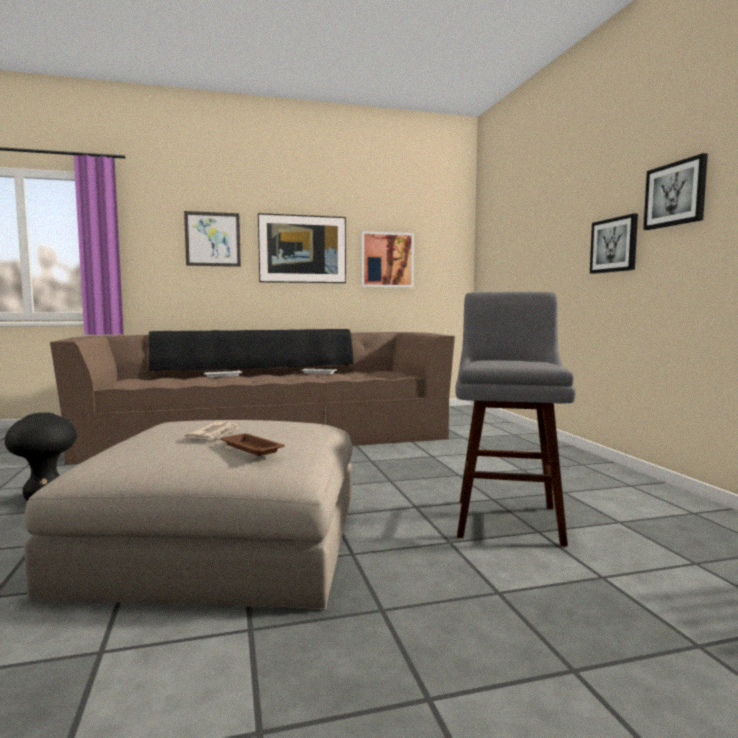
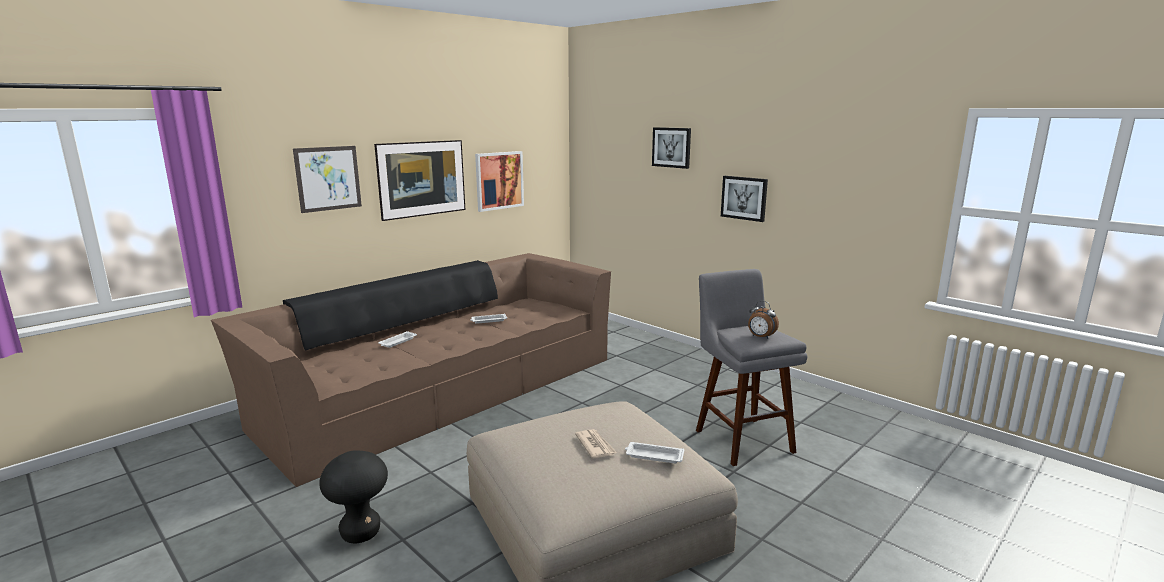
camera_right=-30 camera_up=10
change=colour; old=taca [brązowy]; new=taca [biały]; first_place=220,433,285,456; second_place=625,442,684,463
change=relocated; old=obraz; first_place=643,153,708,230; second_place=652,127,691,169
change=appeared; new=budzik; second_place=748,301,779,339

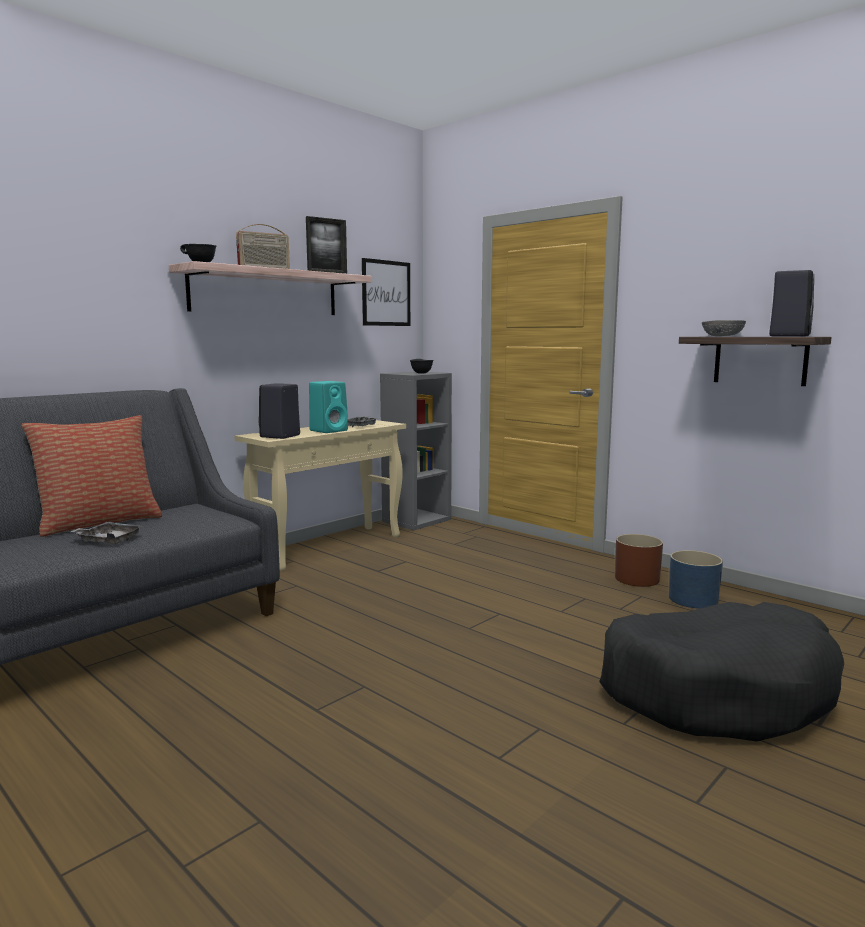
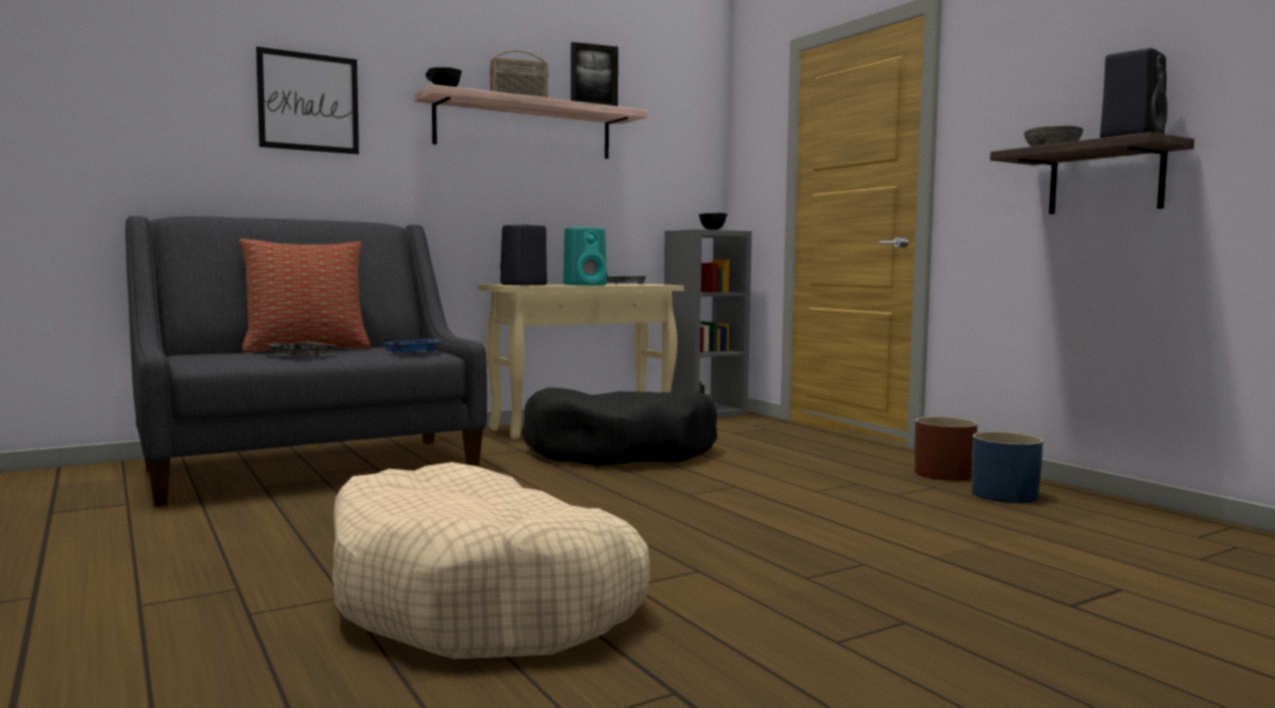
camera_right=15 camera_up=-5
change=relocated; old=obraz; first_place=362,258,410,326; second_place=256,47,359,154
change=appeared; new=legowisko [beżowy]; second_place=332,462,650,659
change=appeared; new=taca [niebieski]; second_place=382,337,440,353
change=relocated; old=legowisko [czarny]; first_place=599,602,844,742; second_place=522,387,717,466

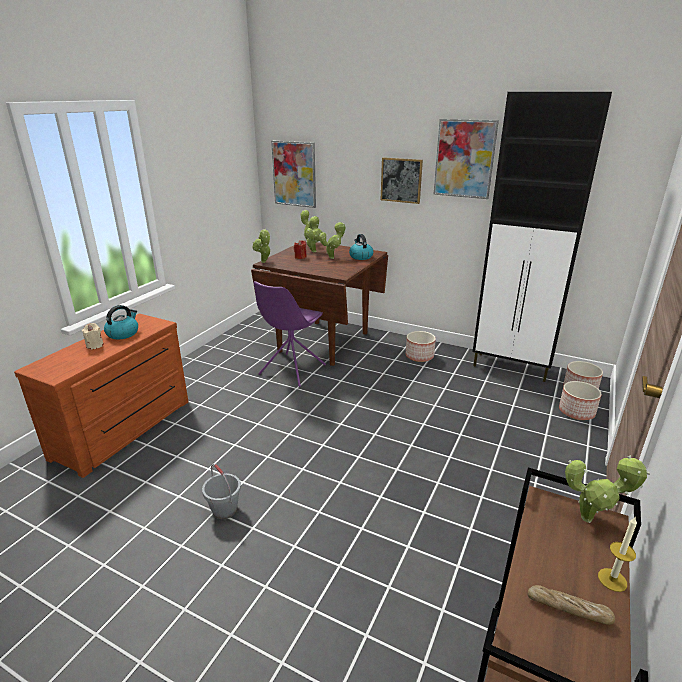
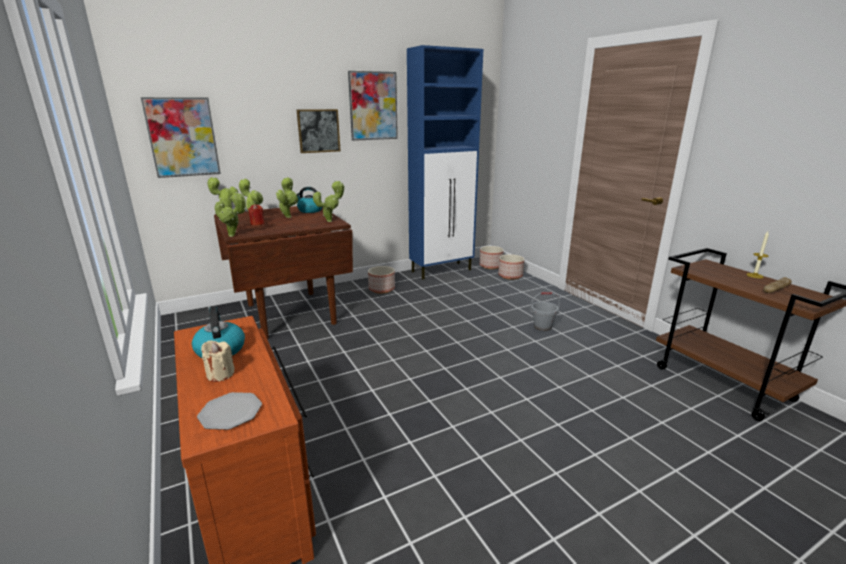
camera_right=-55 camera_up=-5
change=appeared; new=talerz; second_place=197,392,262,430
change=relocated; old=roślina doniczkowa; first_place=565,455,650,523; second_place=313,181,344,222
change=colour; old=szafka [czarny]; new=szafka [niebieski]; first_place=473,92,612,382; second_place=407,45,483,279
change=relocated; old=wiadro [szary]; first_place=202,464,241,519; second_place=531,292,560,331
change=missing; old=krzesło [fioletowy]; first_place=254,281,326,387

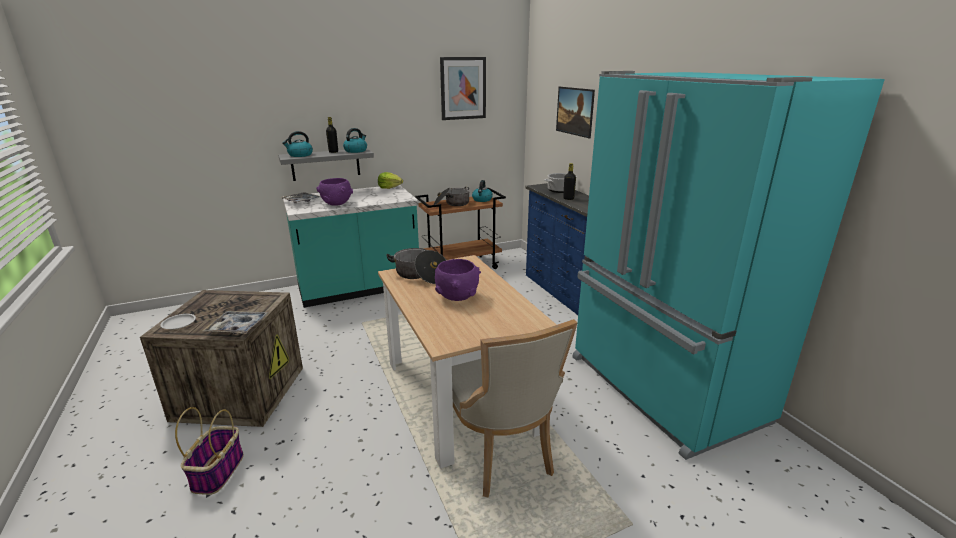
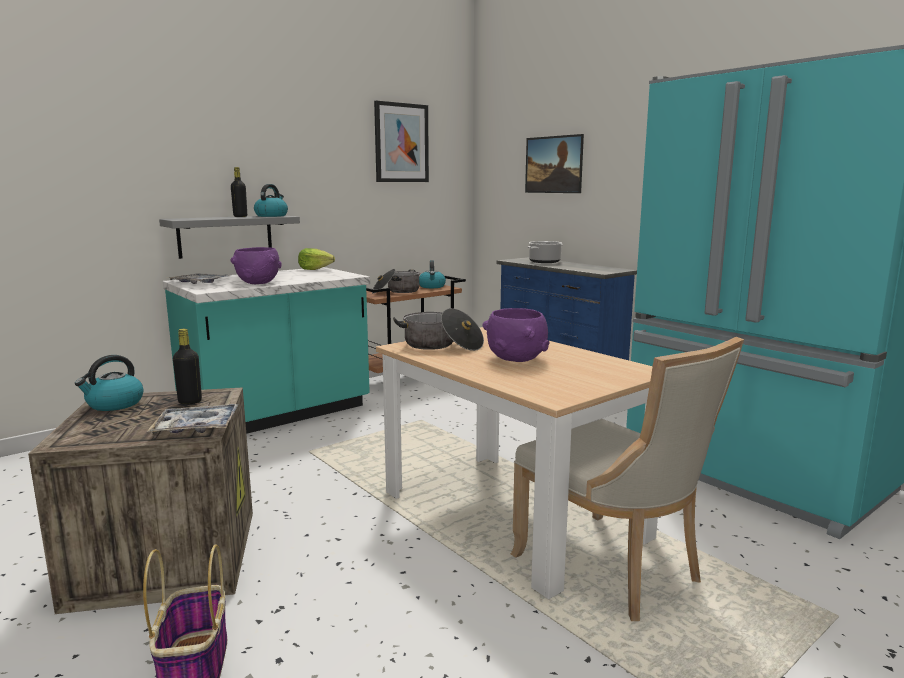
camera_right=-15 camera_up=-10
change=relocated; old=czajnik; first_place=282,131,313,157; second_place=75,355,143,411
change=relocated; old=butelka [czarny]; first_place=563,163,576,200; second_place=173,329,202,405
change=missing; old=talerz [biały]; first_place=160,314,196,329

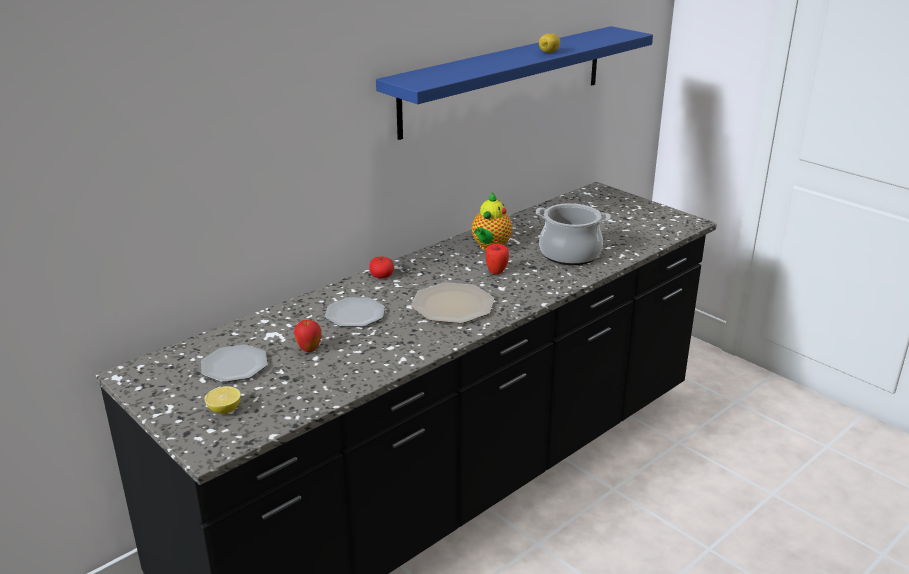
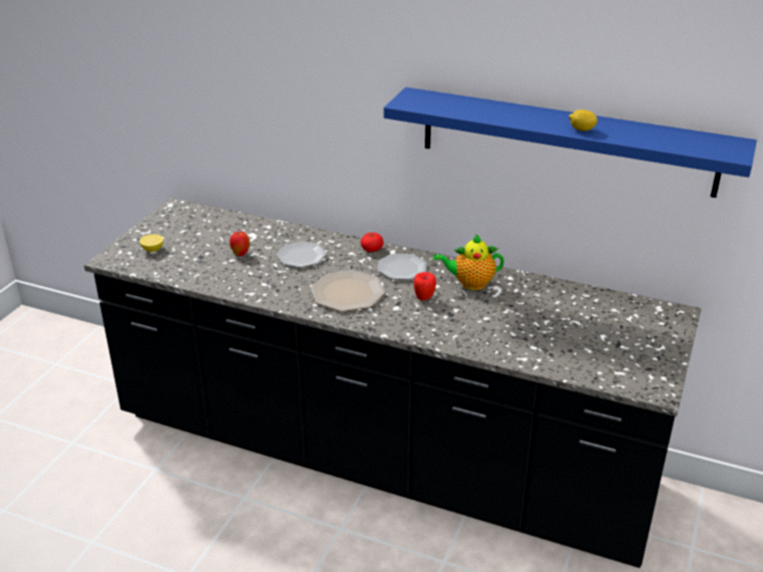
camera_right=65 camera_up=5
change=relocated; old=talerz; first_place=201,345,268,382; second_place=378,253,427,280
change=missing; old=garnek; first_place=536,203,611,265

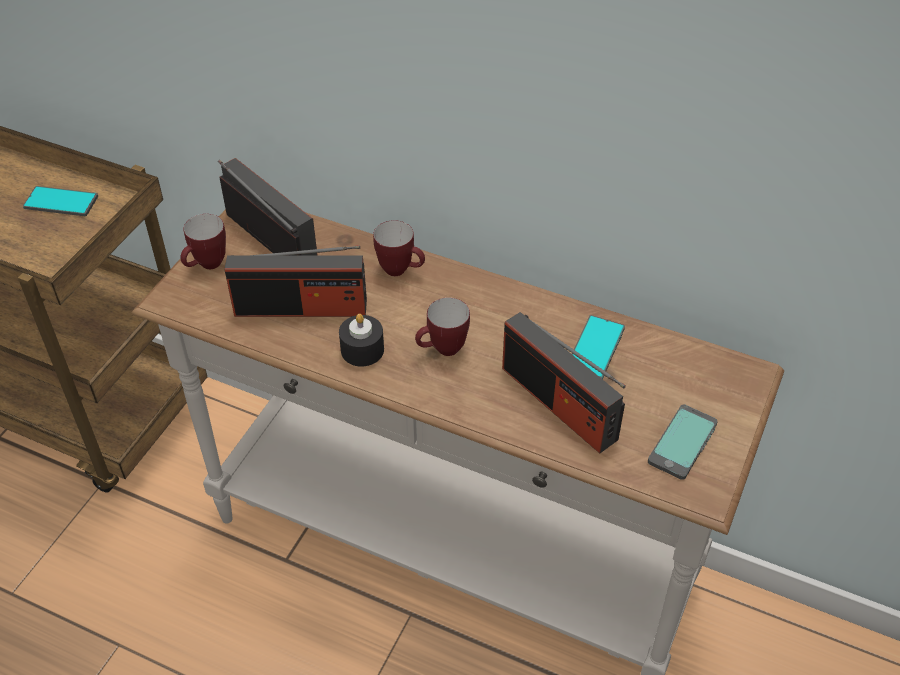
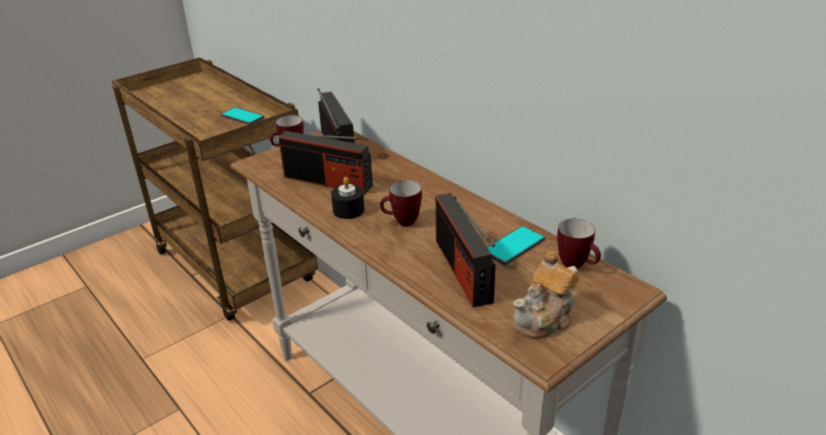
camera_right=25 camera_up=-15
change=exchanged; old=telefon; new=imbryk; first_place=648,404,718,480; second_place=513,251,580,338
change=relocated; old=kubek; first_place=373,220,425,276; second_place=557,219,601,269

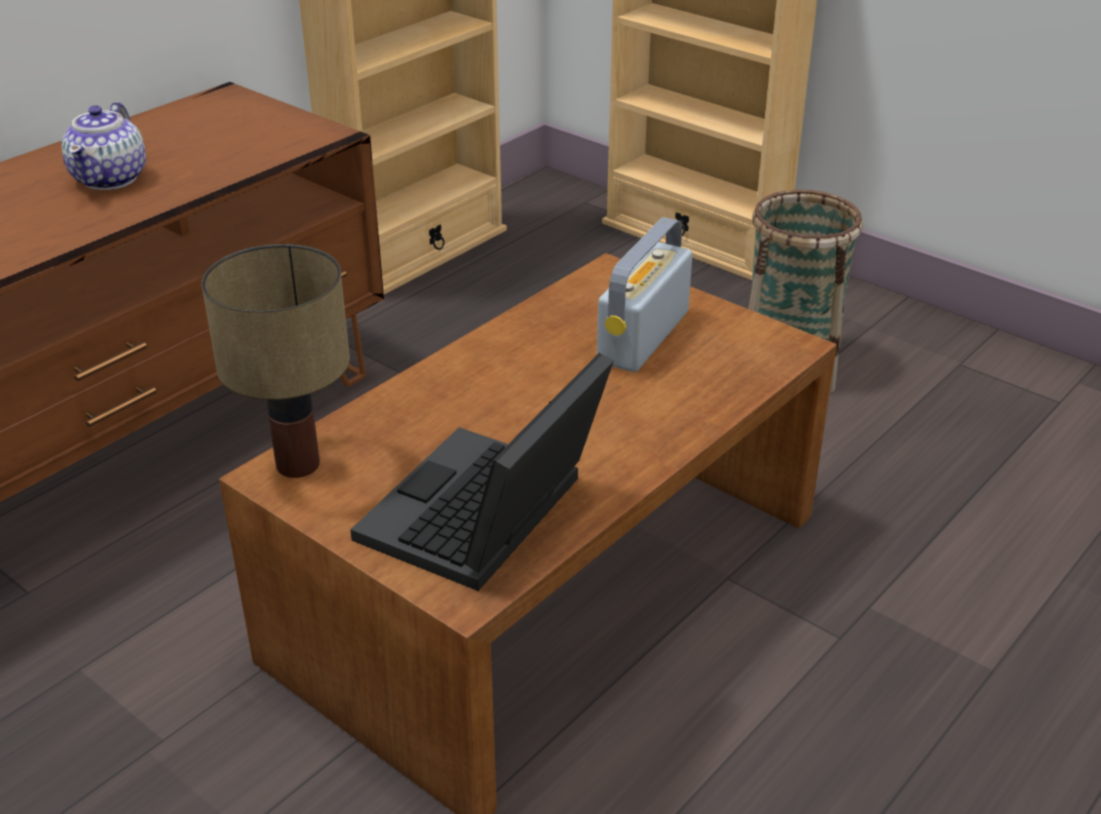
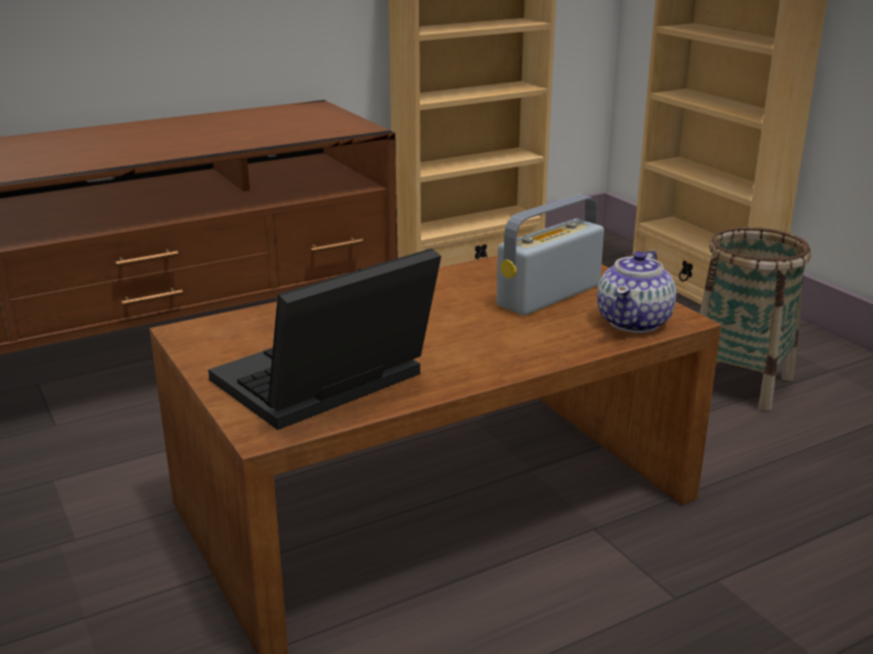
camera_right=20 camera_up=-10
change=relocated; old=imbryk; first_place=62,102,146,190; second_place=597,250,677,333
change=missing; old=lampa stołowa; first_place=201,244,350,478

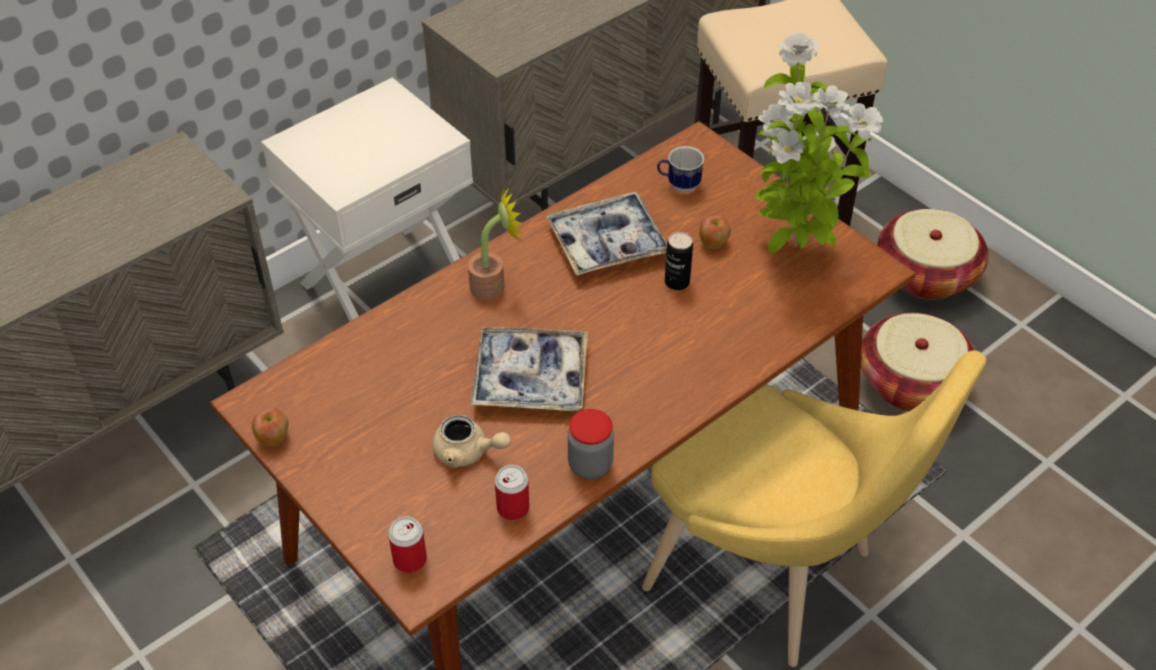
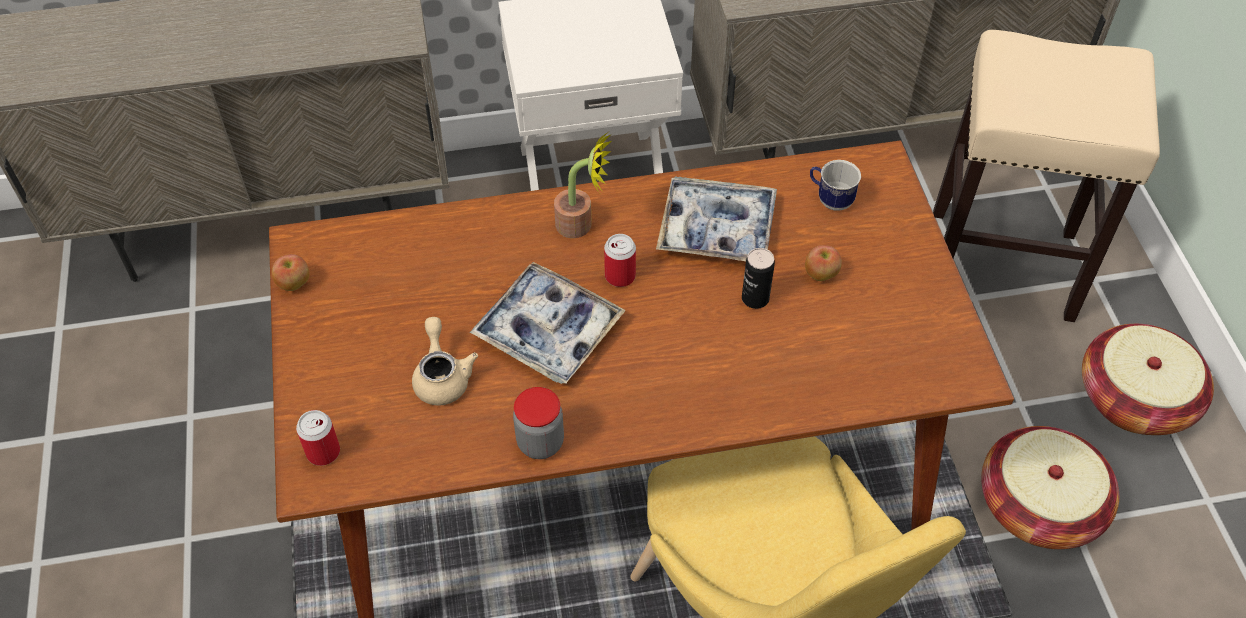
camera_right=30 camera_up=5
change=spun; old=imbryk [beżowy]; first_place=432,415,511,468; second_place=412,317,478,406; degrees=-150
change=relocated; old=puszka; first_place=495,465,530,520; second_place=604,234,636,287
change=missing; old=roślina doniczkowa; first_place=755,32,884,253

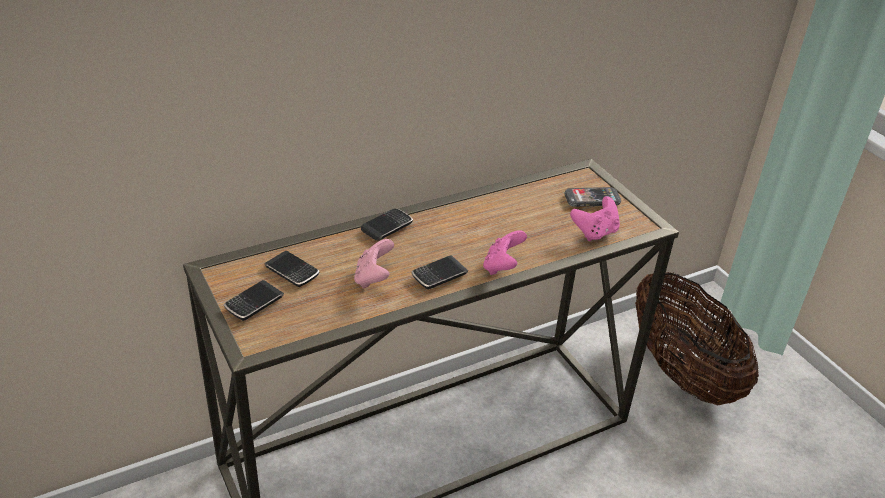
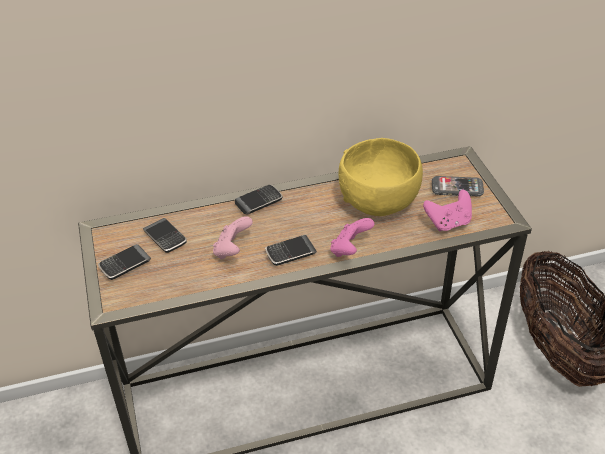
camera_right=15 camera_up=5
change=appeared; new=miska [żółty]; second_place=339,138,423,216

